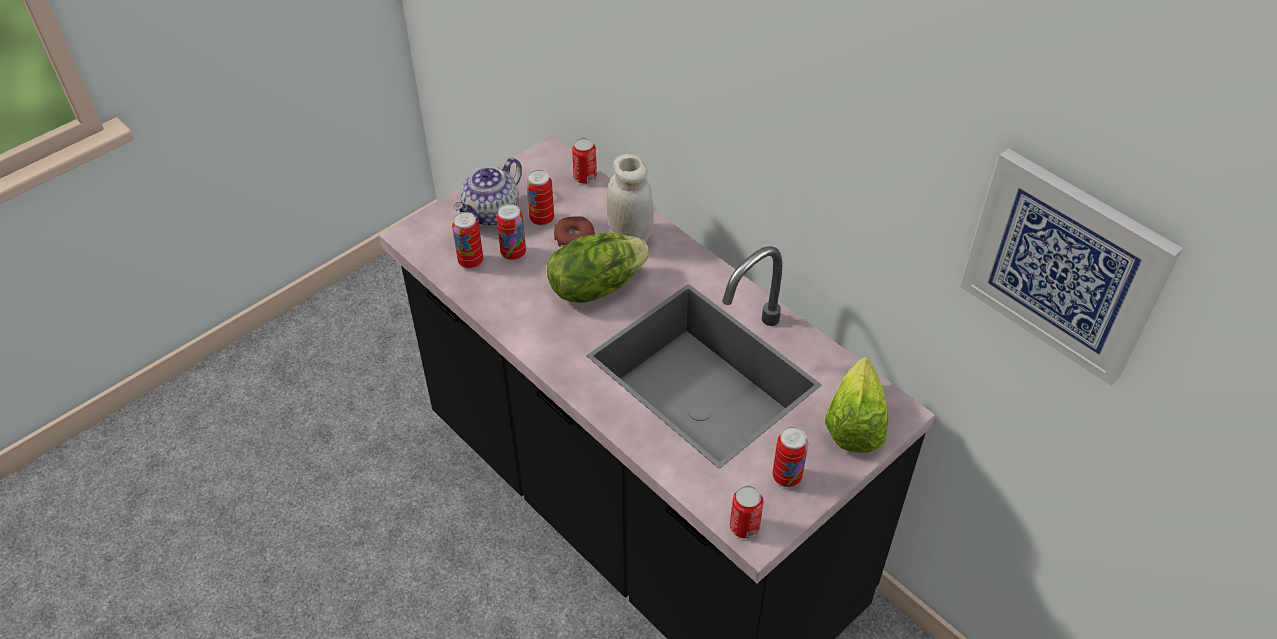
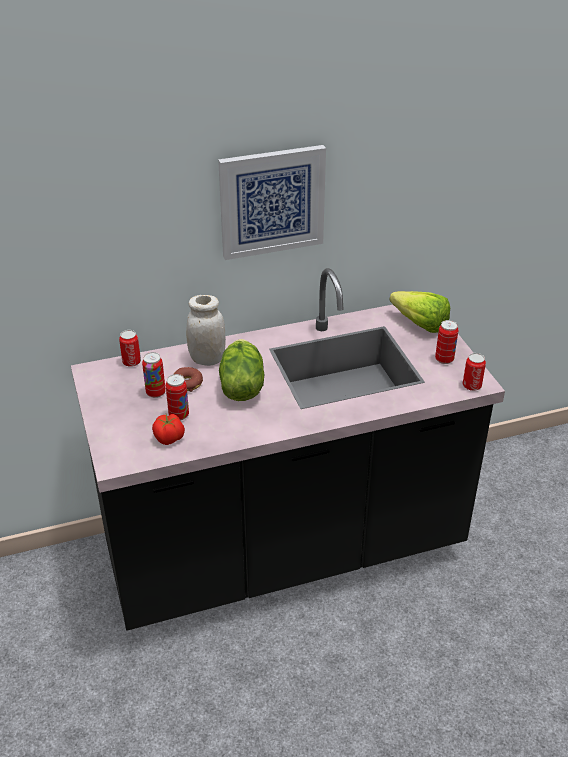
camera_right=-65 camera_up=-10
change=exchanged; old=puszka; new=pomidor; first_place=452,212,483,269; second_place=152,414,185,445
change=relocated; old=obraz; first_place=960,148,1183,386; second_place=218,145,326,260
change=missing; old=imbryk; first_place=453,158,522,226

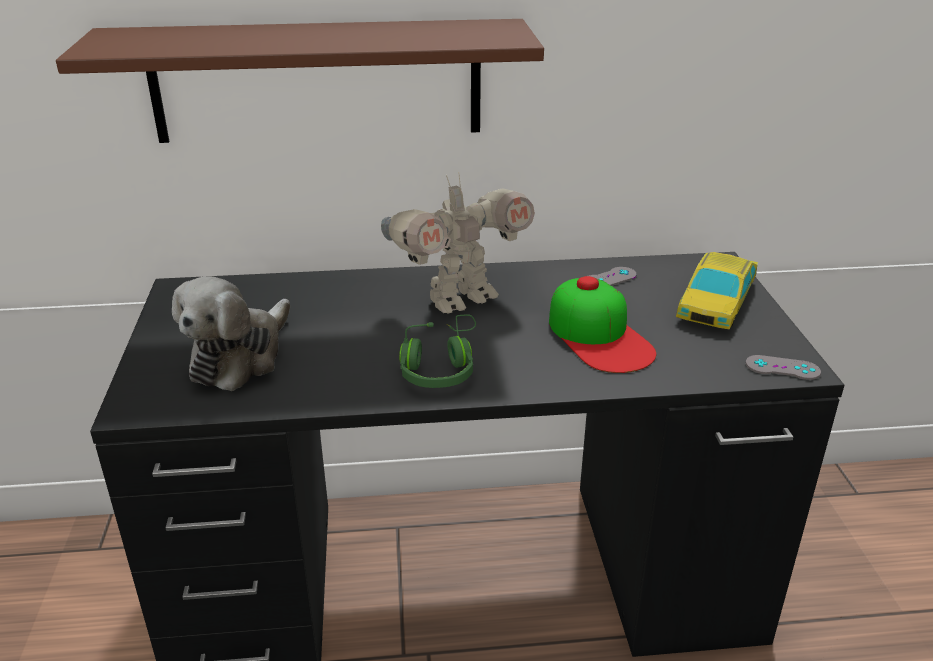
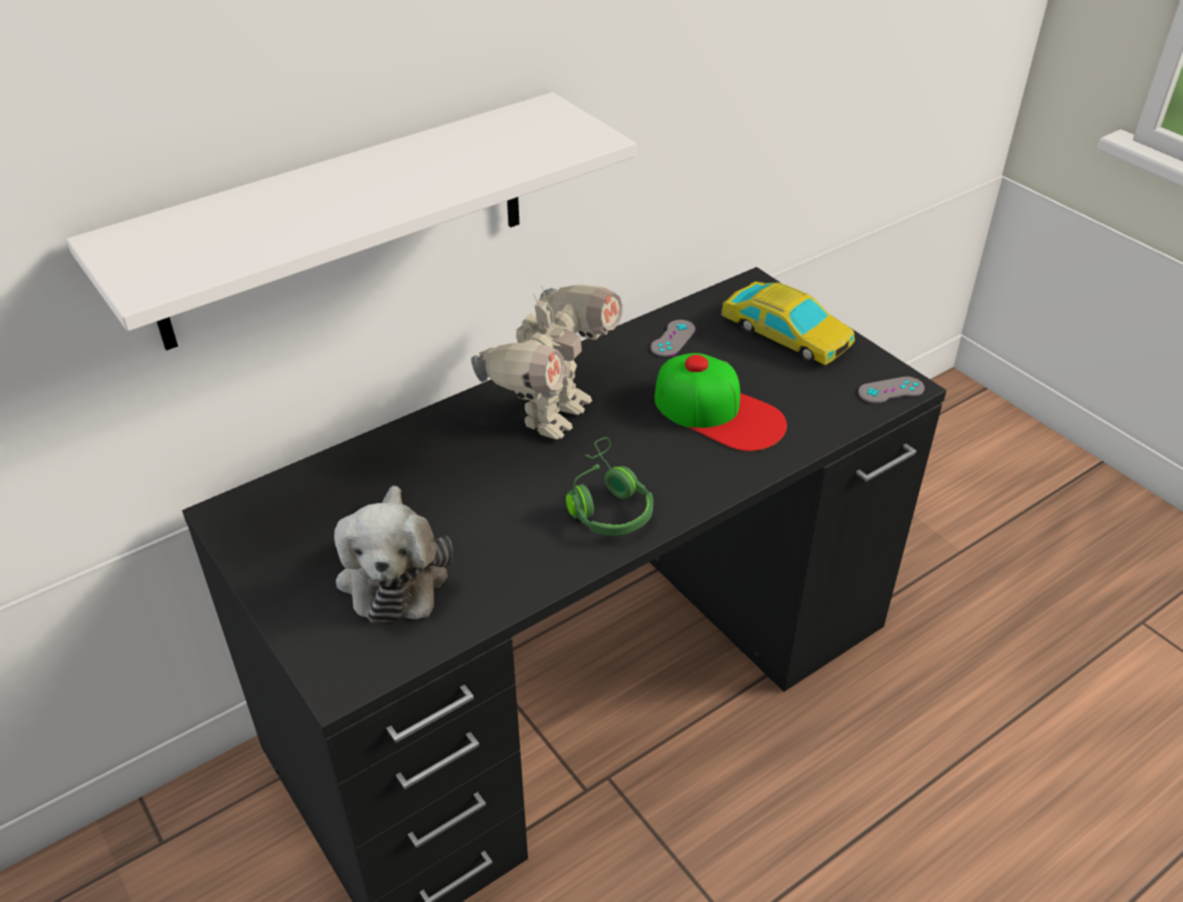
camera_right=-30 camera_up=10
change=colour; old=półka [brązowy]; new=półka [biały]; first_place=56,19,544,143; second_place=66,92,637,351
change=spun; old=samochodzik; first_place=676,252,758,330; second_place=721,281,855,365; degrees=-45

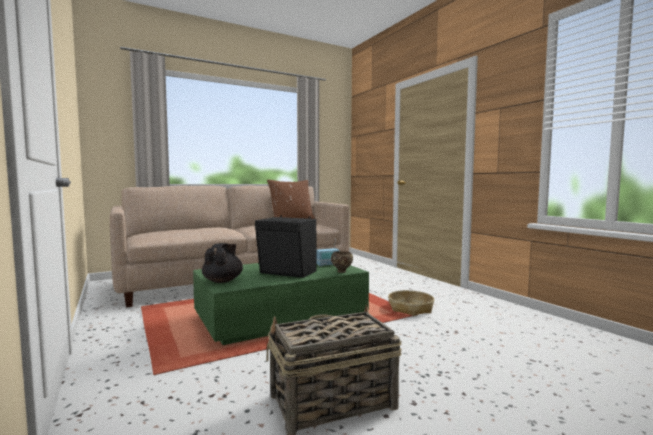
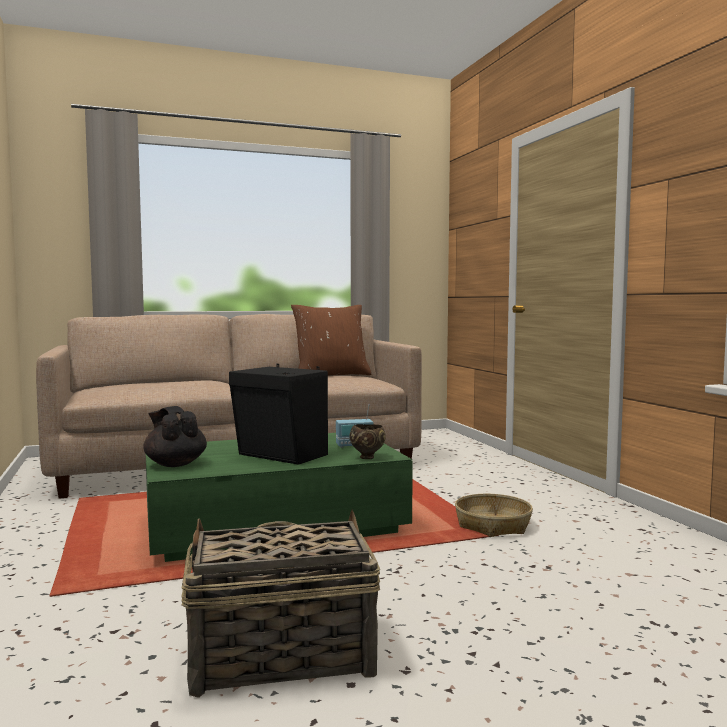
camera_right=10 camera_up=0
change=spun; old=imbryk [czarny]; first_place=202,243,243,283; second_place=143,406,207,467; degrees=-60

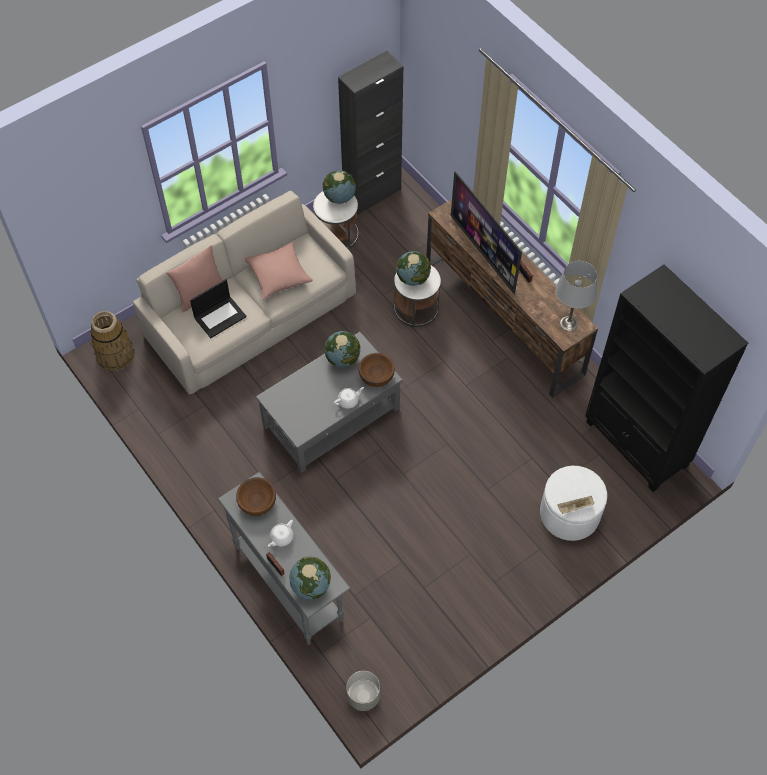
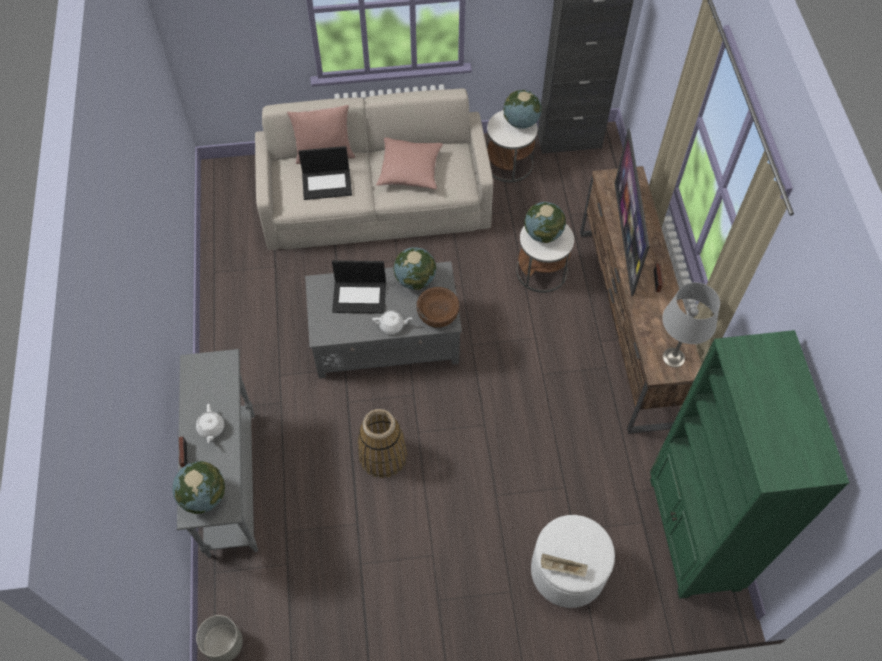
camera_right=30 camera_up=0
change=spun; old=imbryk [biały]; first_place=268,520,293,547; second_place=196,404,224,443; degrees=-75
change=appeared; new=laptop; second_place=332,260,386,314
change=relocated; old=koszyk; first_place=90,311,135,371; second_place=358,409,407,478
change=colour; old=regał [czarny]; new=regał [zielony]; first_place=585,264,748,492; second_place=650,330,850,599
change=missing; old=miska [brązowy]; first_place=236,477,276,516

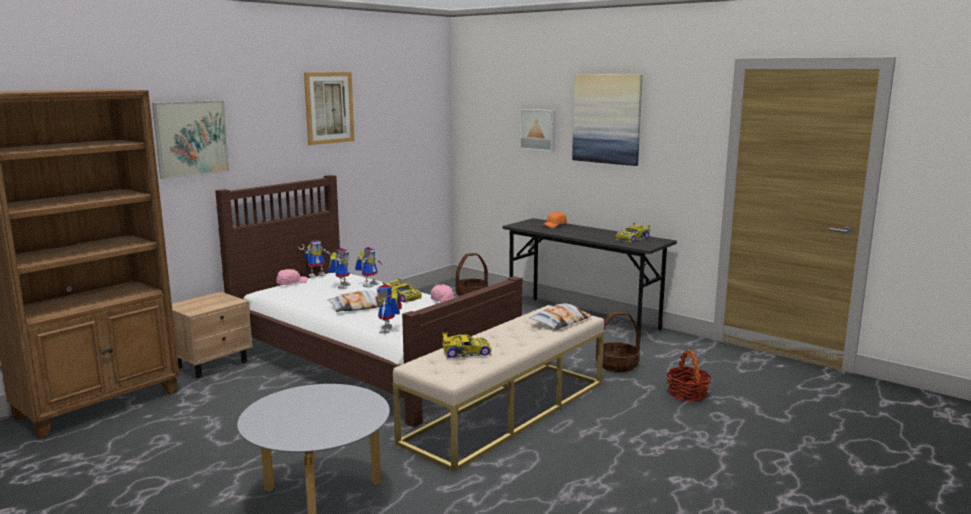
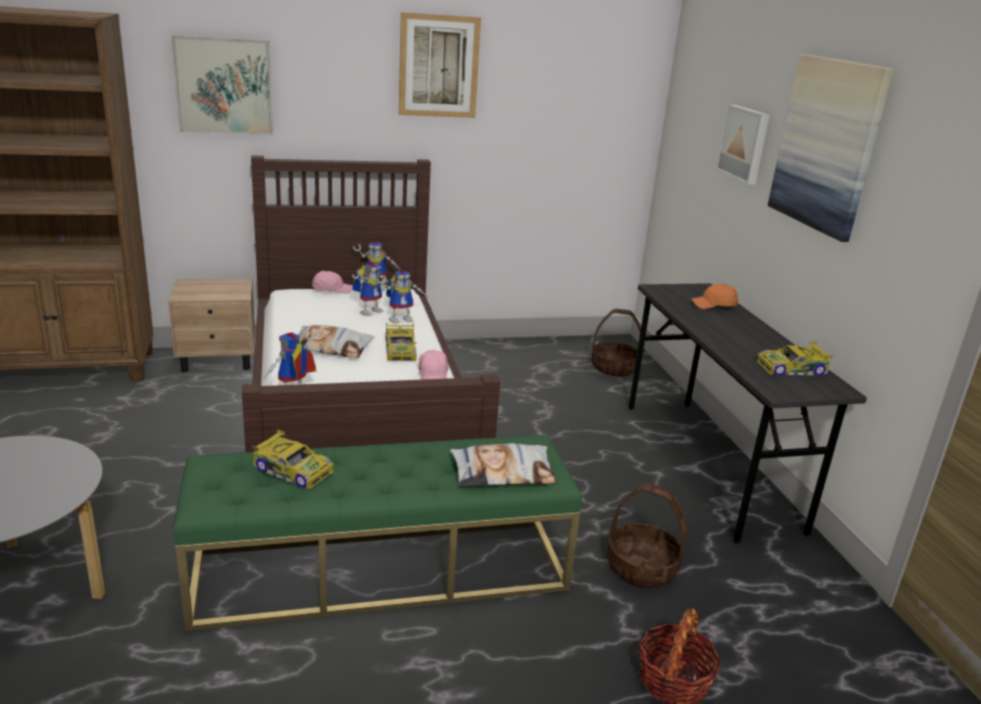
camera_right=35 camera_up=10
change=colour; old=ławka [beżowy]; new=ławka [zielony]; first_place=393,305,604,472; second_place=174,435,582,631

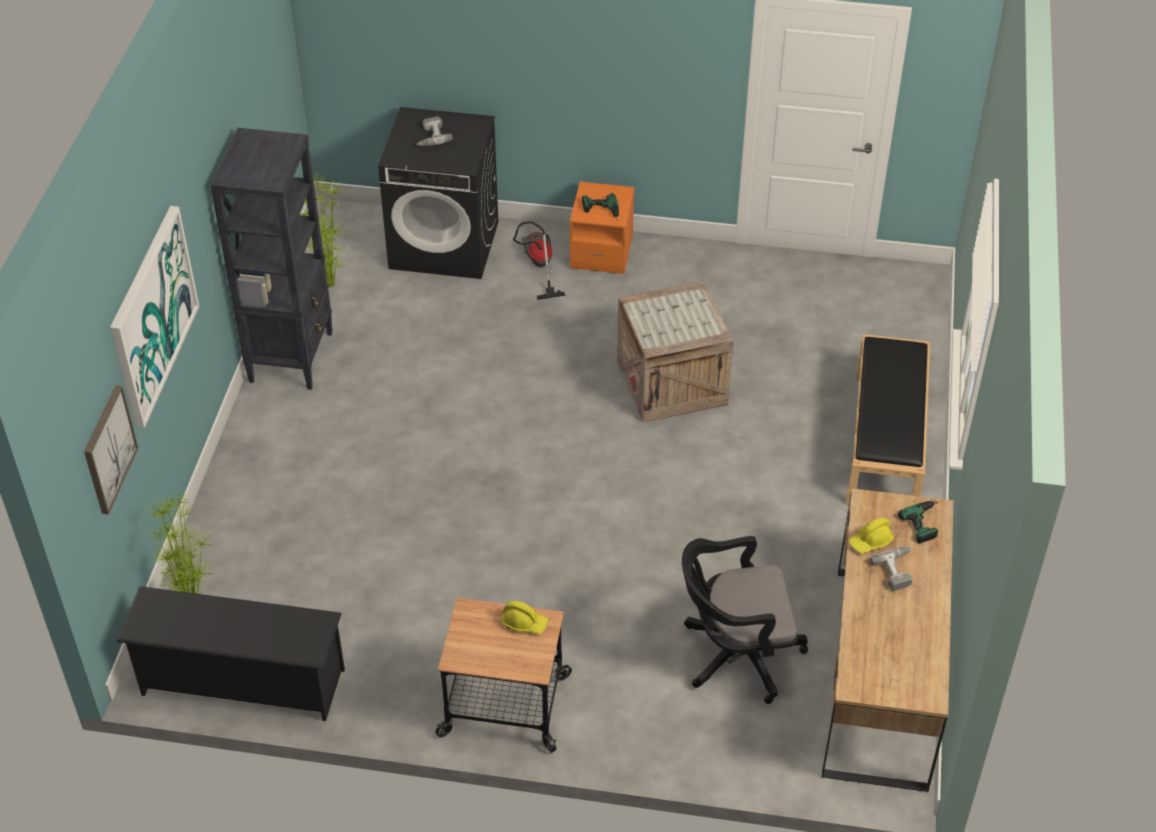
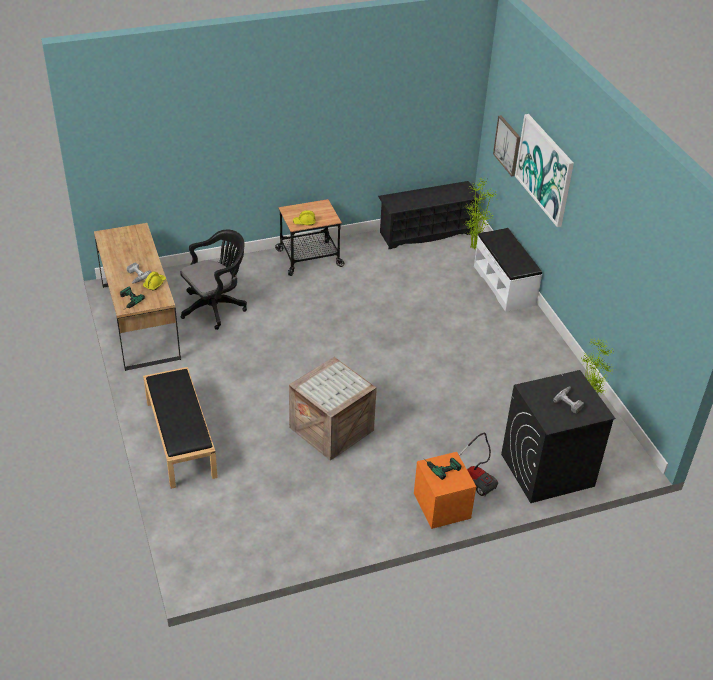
camera_right=150 camera_up=-5
change=appeared; new=ławka [biały]; second_place=474,228,542,312
change=missing; old=regał [czarny]; first_place=210,128,333,390

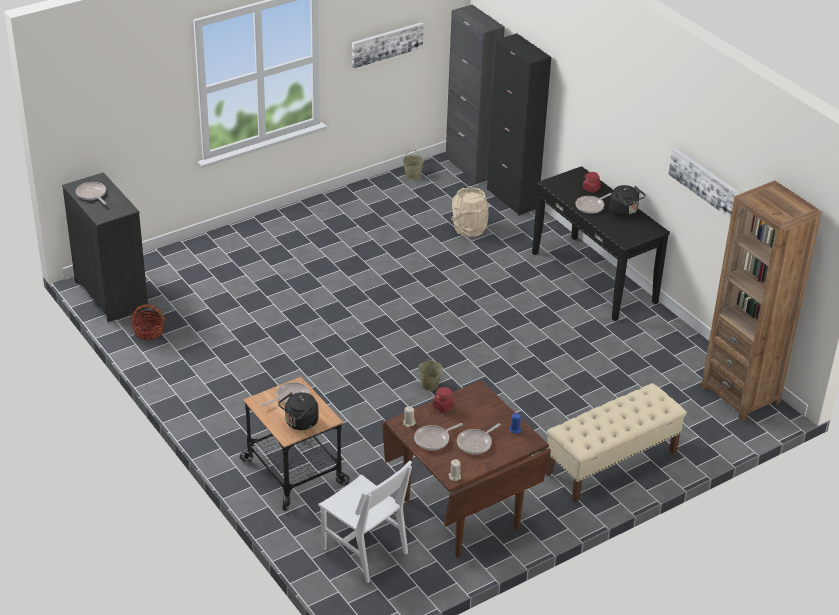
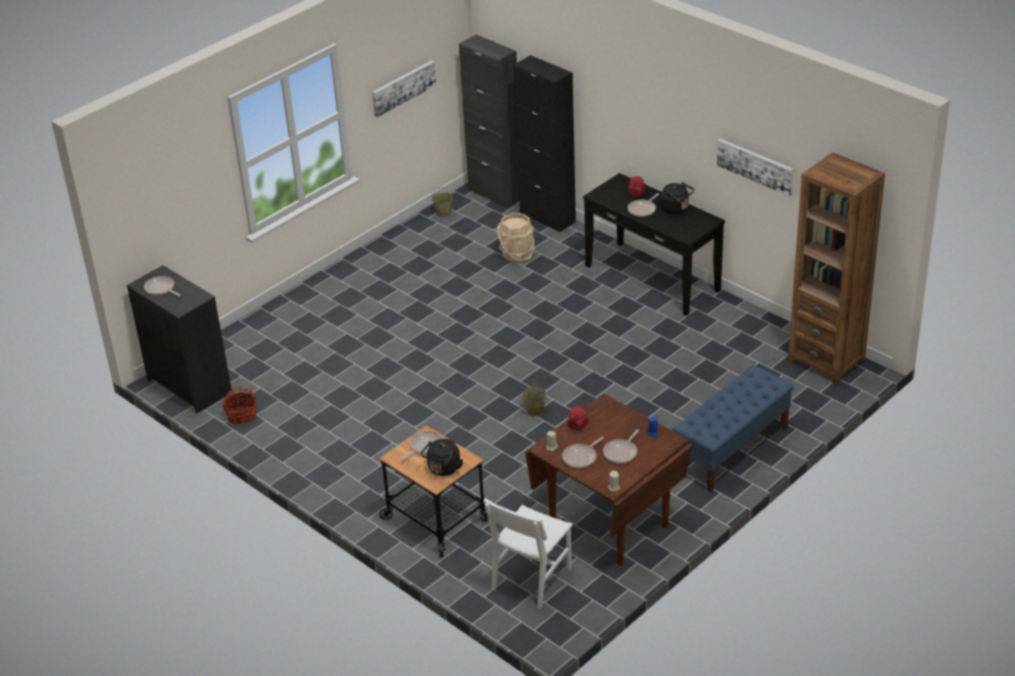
camera_right=-10 camera_up=0
change=spun; old=krzesło [biały]; first_place=318,460,412,583; second_place=483,498,573,609; degrees=90
change=colour; old=ławka [beżowy]; new=ławka [niebieski]; first_place=546,383,686,503; second_place=672,365,794,492

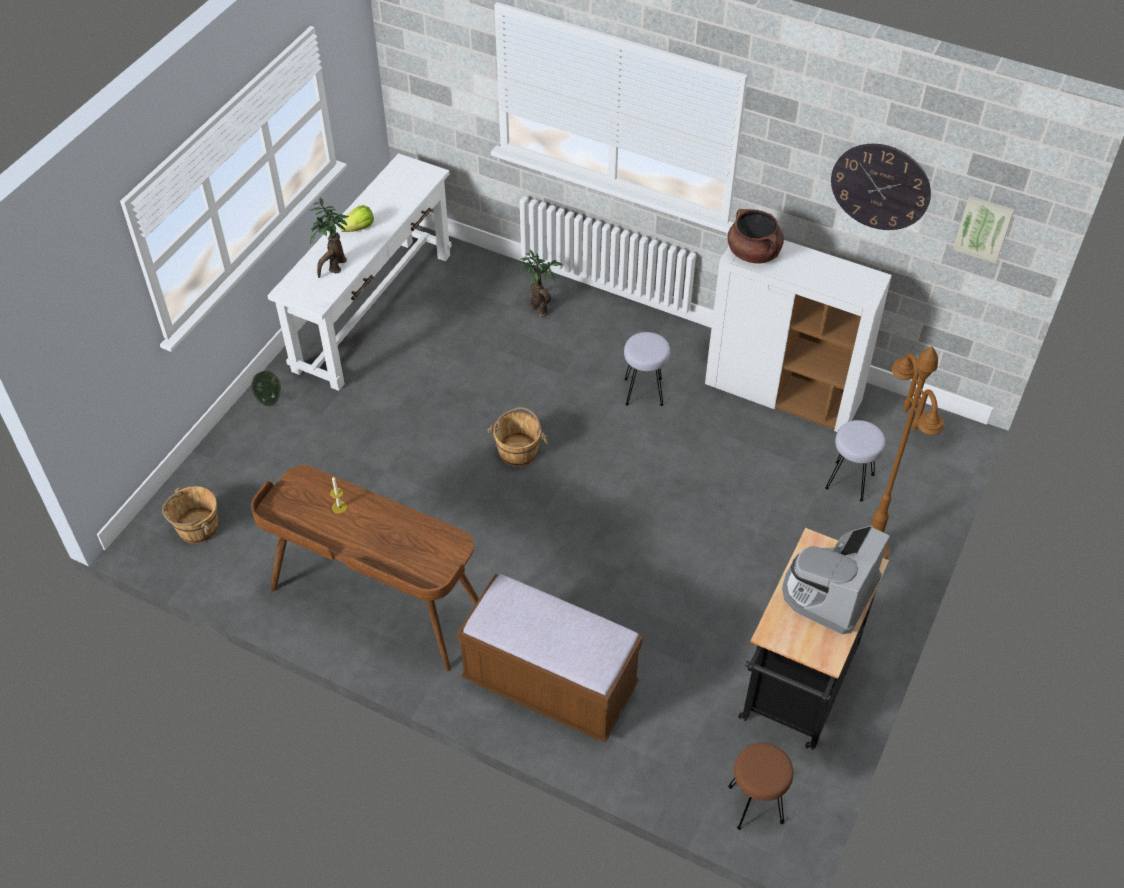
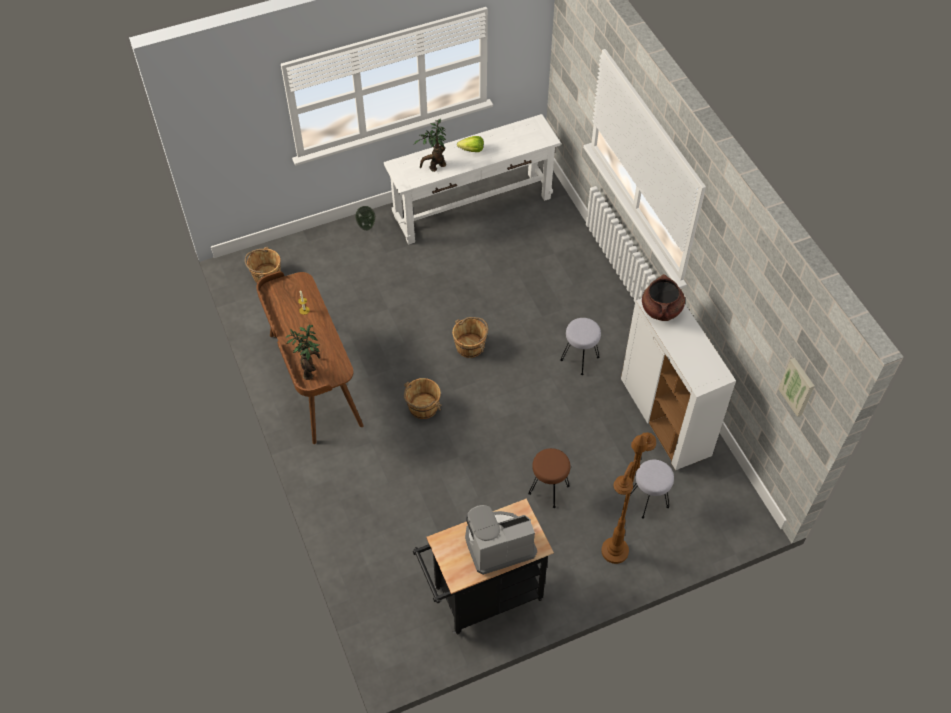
camera_right=40 camera_up=5
change=relocated; old=roślina doniczkowa; first_place=518,249,562,317; second_place=285,325,320,380
change=appeared; new=wiadro [brązowy]; second_place=404,378,442,419
change=relocated; old=stołek [brązowy]; first_place=728,743,793,830; second_place=528,448,570,508
change=missing; old=ławka [brązowy]; first_place=457,574,642,743
change=missing; old=zegar ścienny; first_place=831,144,931,230

